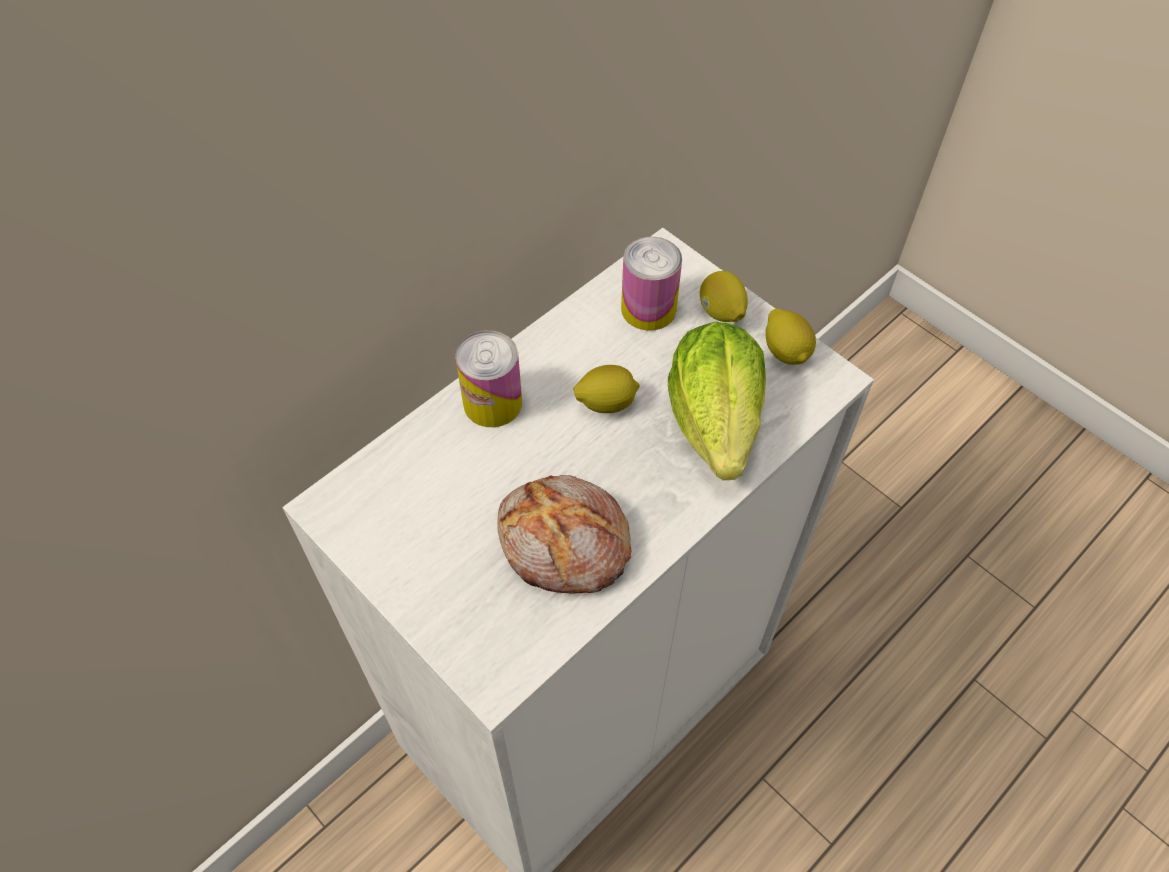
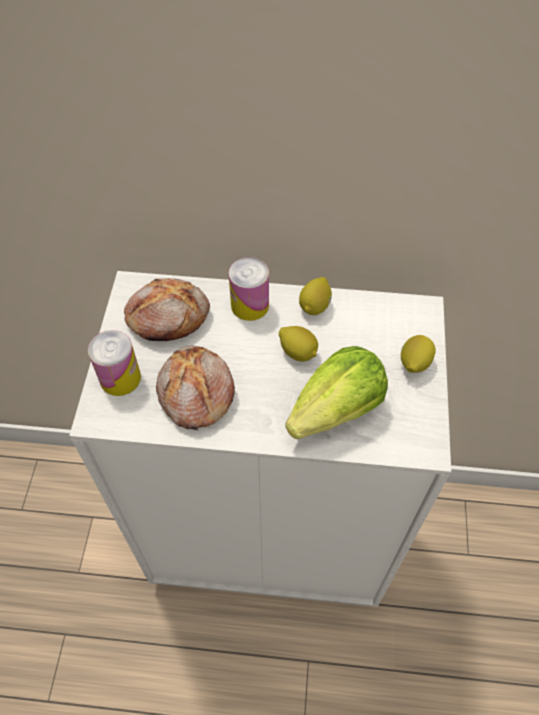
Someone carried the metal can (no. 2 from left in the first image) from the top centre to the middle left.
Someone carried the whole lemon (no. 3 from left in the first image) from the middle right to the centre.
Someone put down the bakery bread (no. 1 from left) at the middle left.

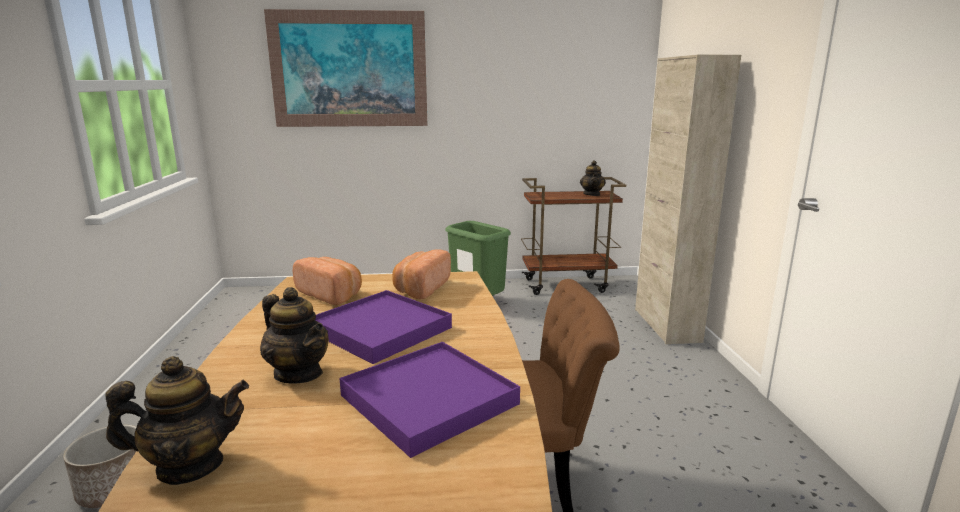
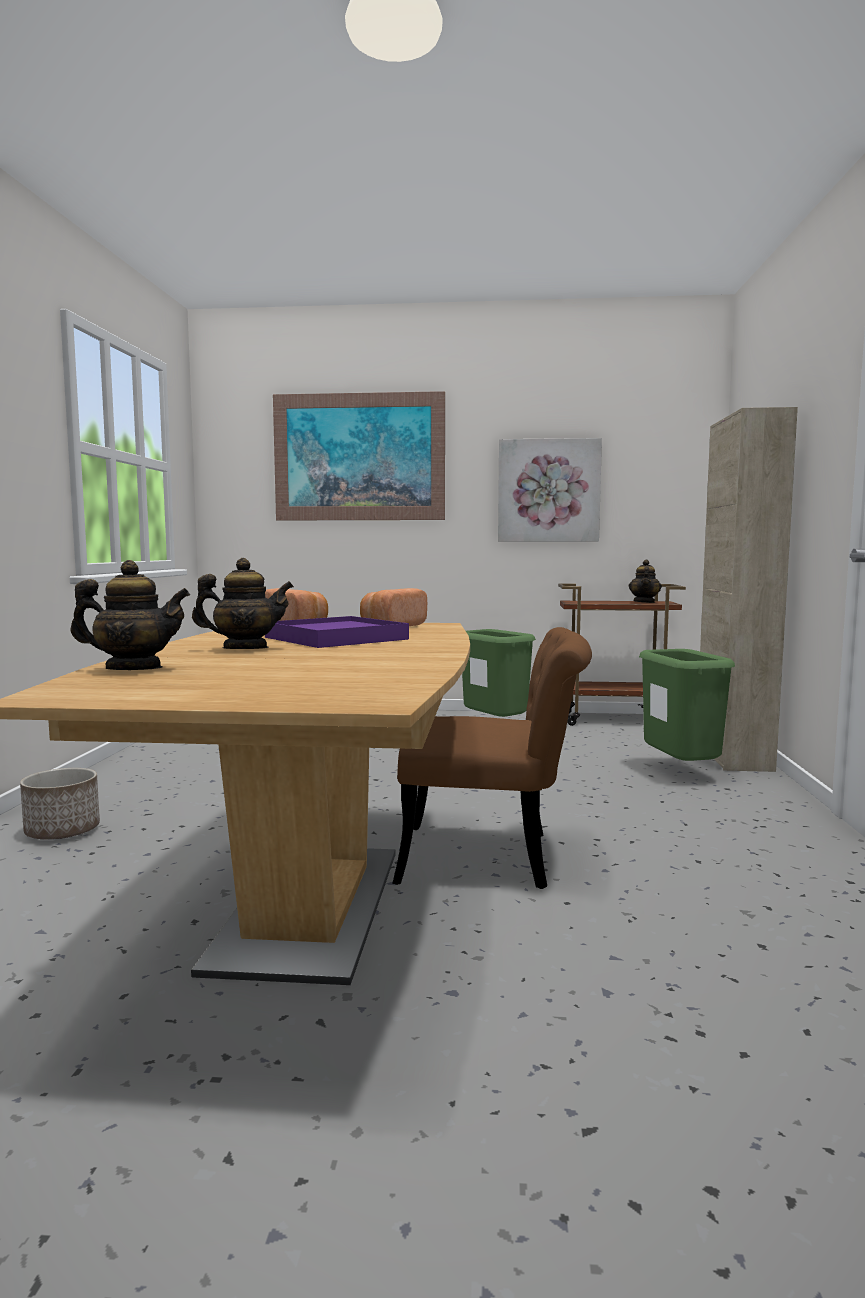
Someone rotated the tea pot (no. 2 from left) at the middle left by 60 degrees counterclockwise.
Someone took away the purple-coloured tray (no. 2 from left) at the bottom centre.
Someone put up the wall art (no. 2 from left) at the centre.
Someone put down the greenish rubbish bin (no. 2 from left) at the middle right.

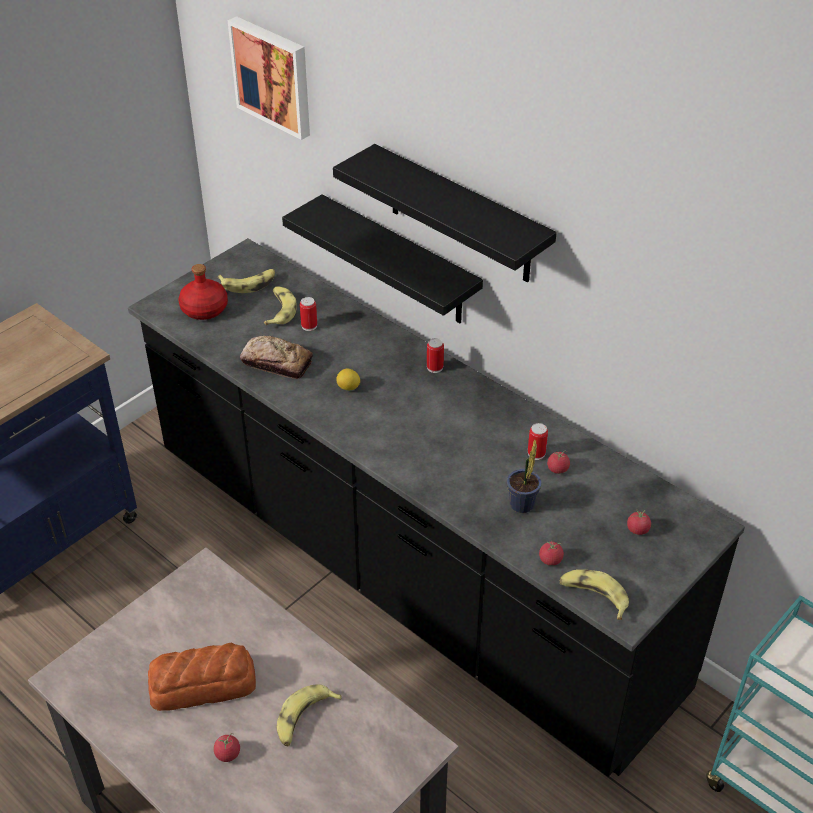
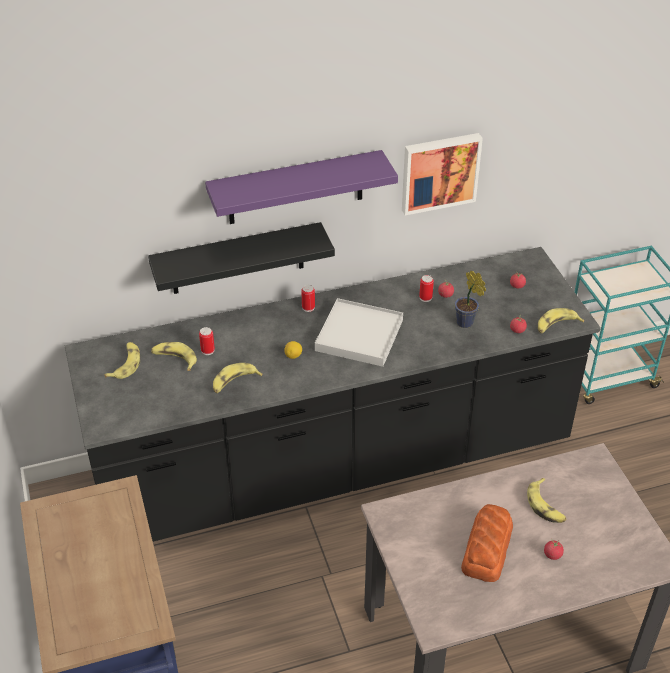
Someone took away the reddish drink bottle at the middle left.
Someone carried the wall art from the top left to the top centre.
Someone swapped the bakery bread (no. 2 from left) at the centre for the whole banana (no. 3 from left) at the centre.
Someone repainted the blackish wall shelf (no. 2 from left) at the top centre, which became the purple-coloured wall shelf at the top centre.
Someone put down the white tray at the centre.

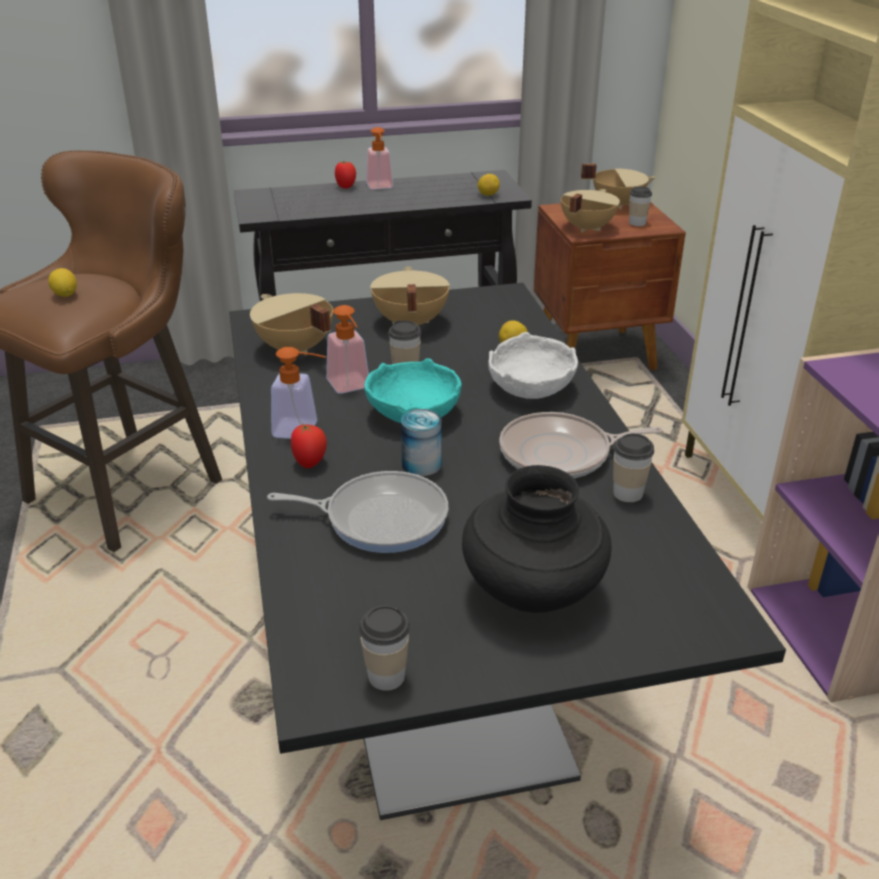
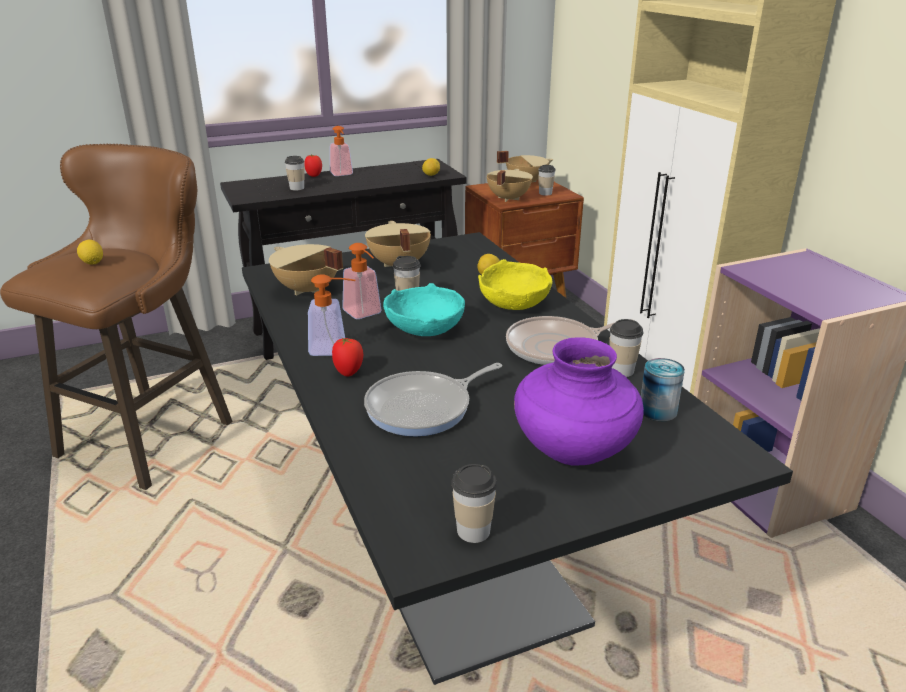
Someone rotated the pan (no. 1 from left) at the centre by 150 degrees clockwise.
Someone carried the metal can from the centre to the middle right.
Someone repainted the blackish flower vase at the centre, which became the purple-coloured flower vase at the centre.
Someone repainted the white serving bowl at the centre, which became the yellowish serving bowl at the centre.
Someone put down the cup (no. 1 from left) at the top left.

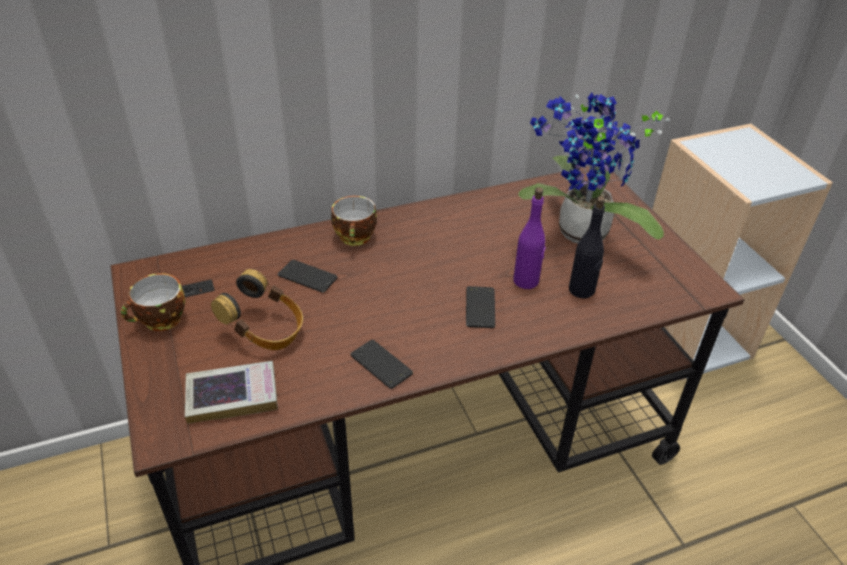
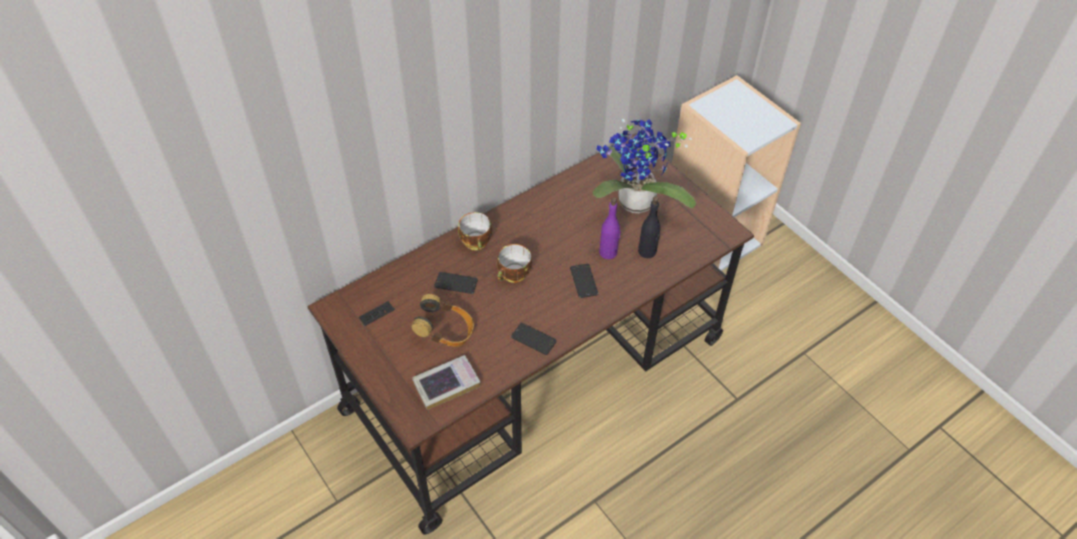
Someone carried the cup (no. 1 from left in the first image) from the middle left to the centre.

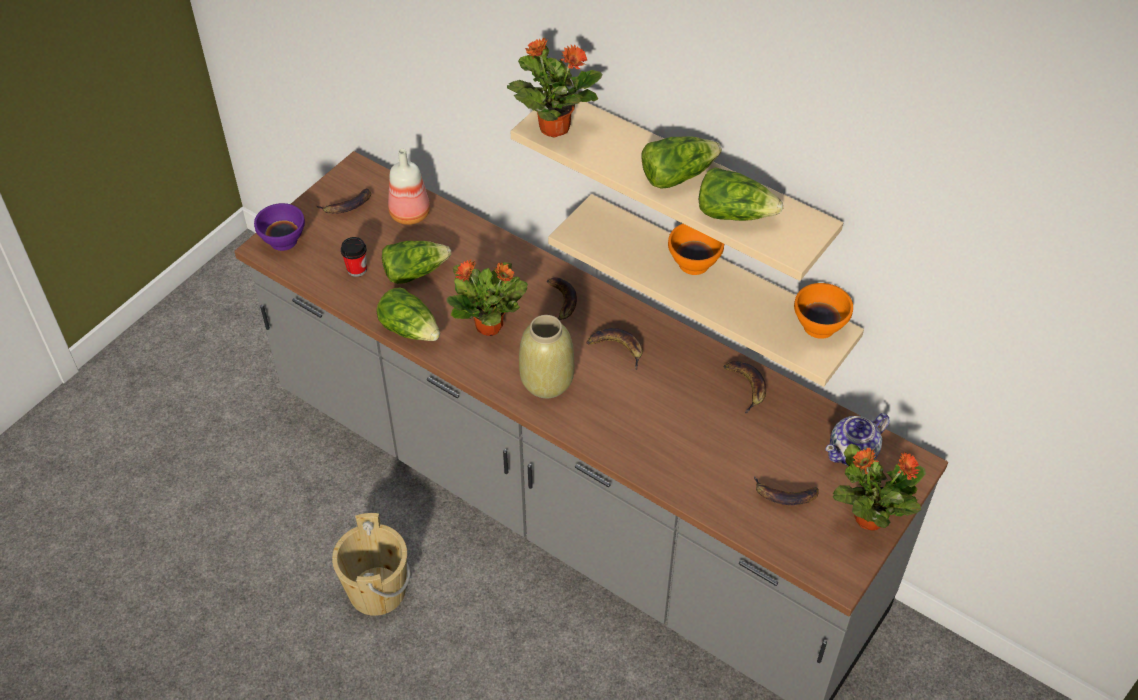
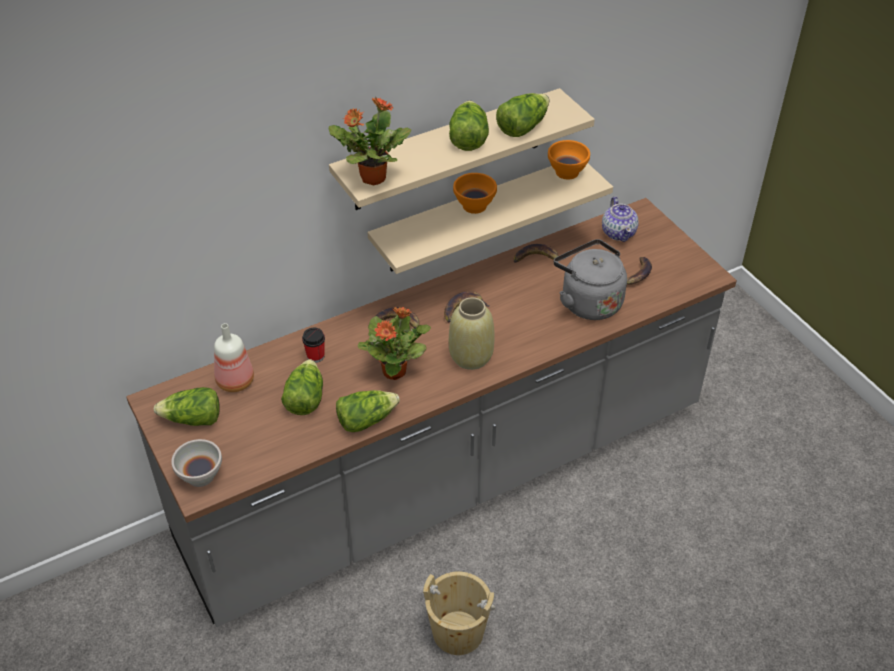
Someone repainted the purple-coloured serving bowl at the top left, which became the white serving bowl at the bottom left.
Someone swapped the whole banana (no. 1 from left) at the top left for the lettuce head (no. 1 from left) at the middle left.
Someone carried the cup from the middle left to the centre.
Someone took away the houseplant (no. 3 from left) at the bottom right.
Someone put down the grey water kettle at the centre.

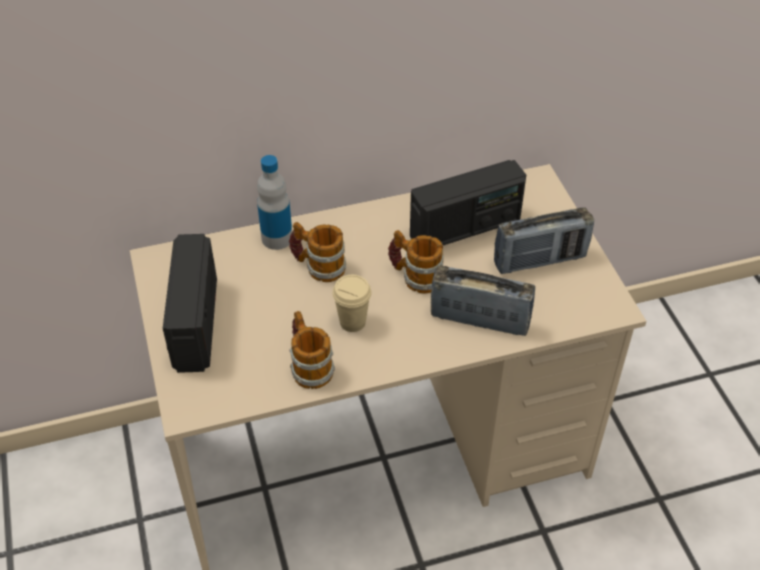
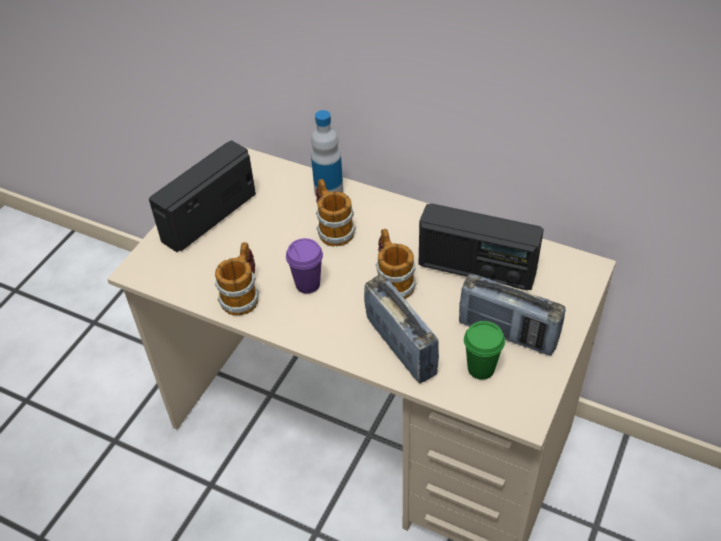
Someone repainted the beige-coloured cup at the centre, which became the purple-coloured cup at the centre.
Someone put down the greenish cup at the middle right.

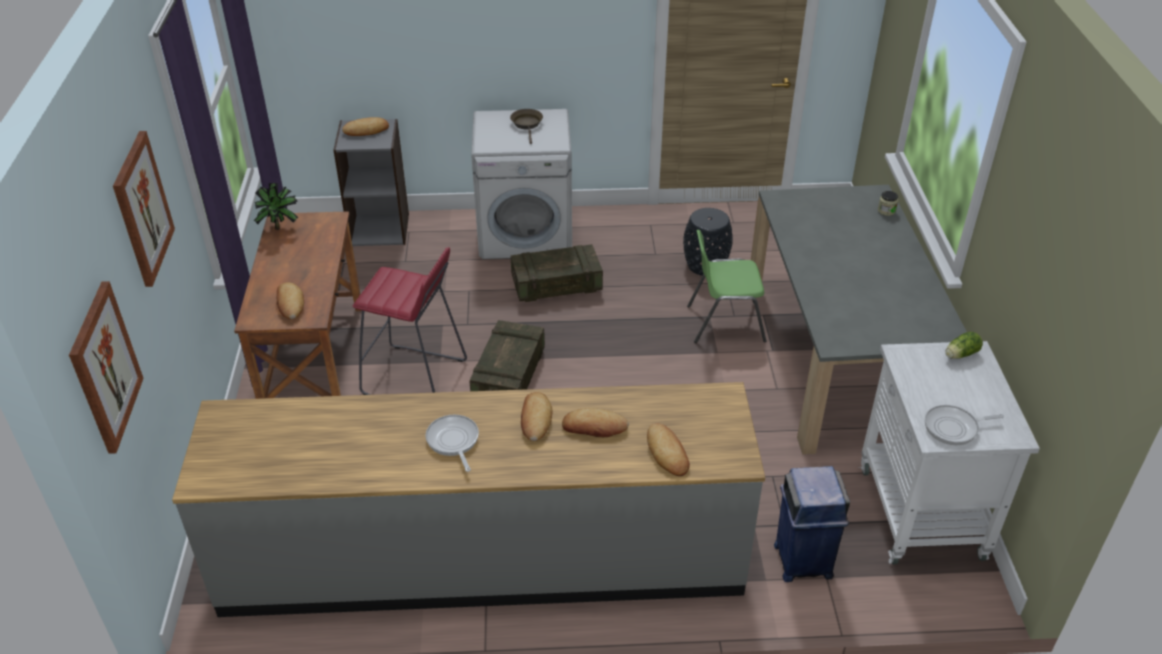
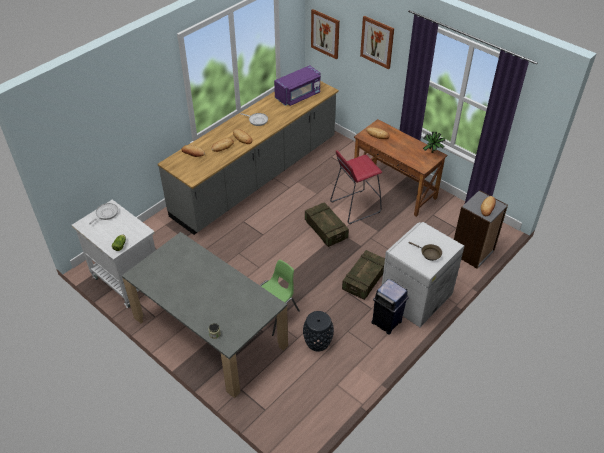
Someone carried the blue-coloured rubbish bin from the bottom right to the bottom centre.
Someone put down the purple-coloured microwave oven at the top centre.

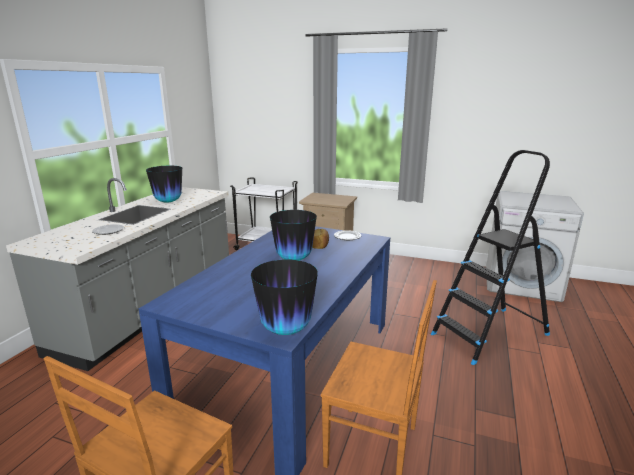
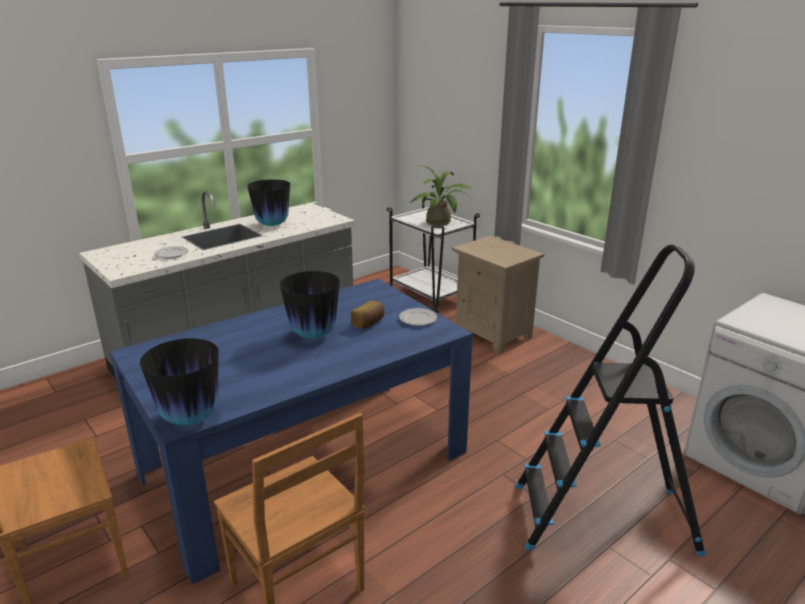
Someone put down the houseplant at the top centre.

